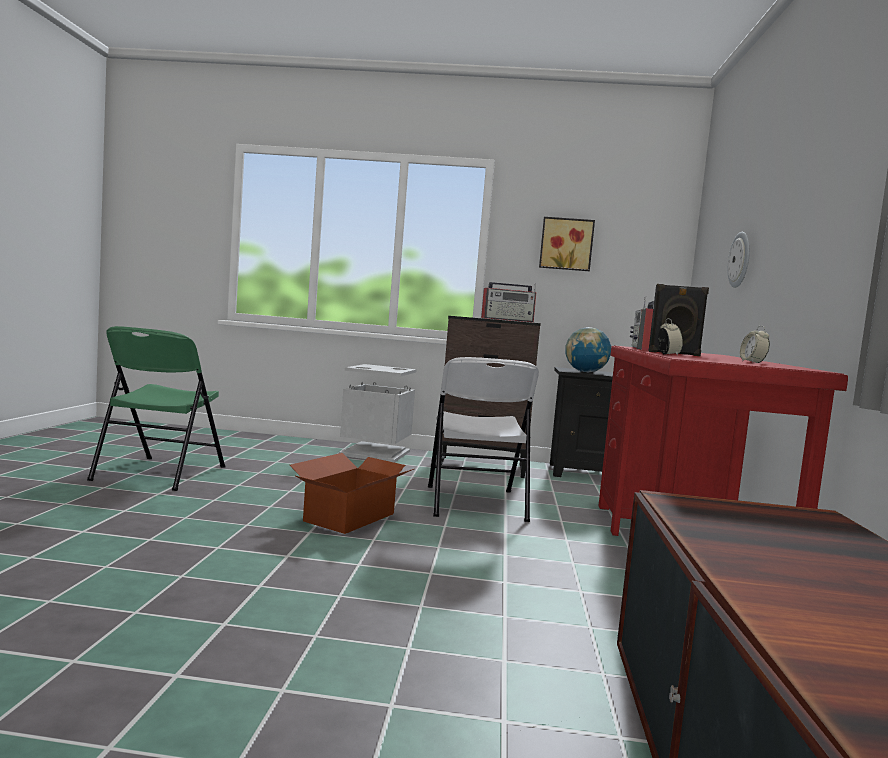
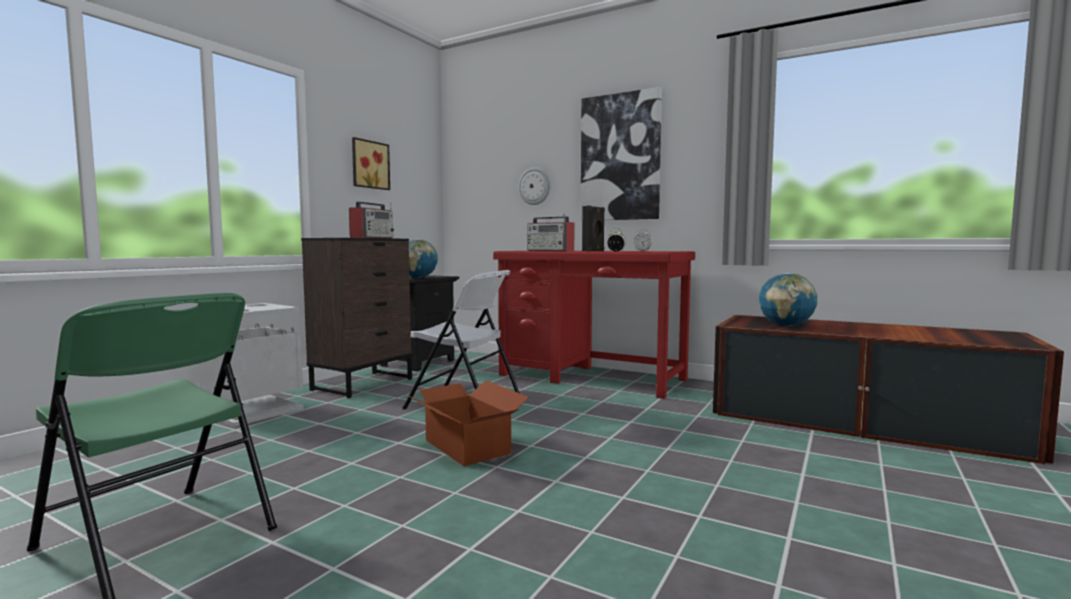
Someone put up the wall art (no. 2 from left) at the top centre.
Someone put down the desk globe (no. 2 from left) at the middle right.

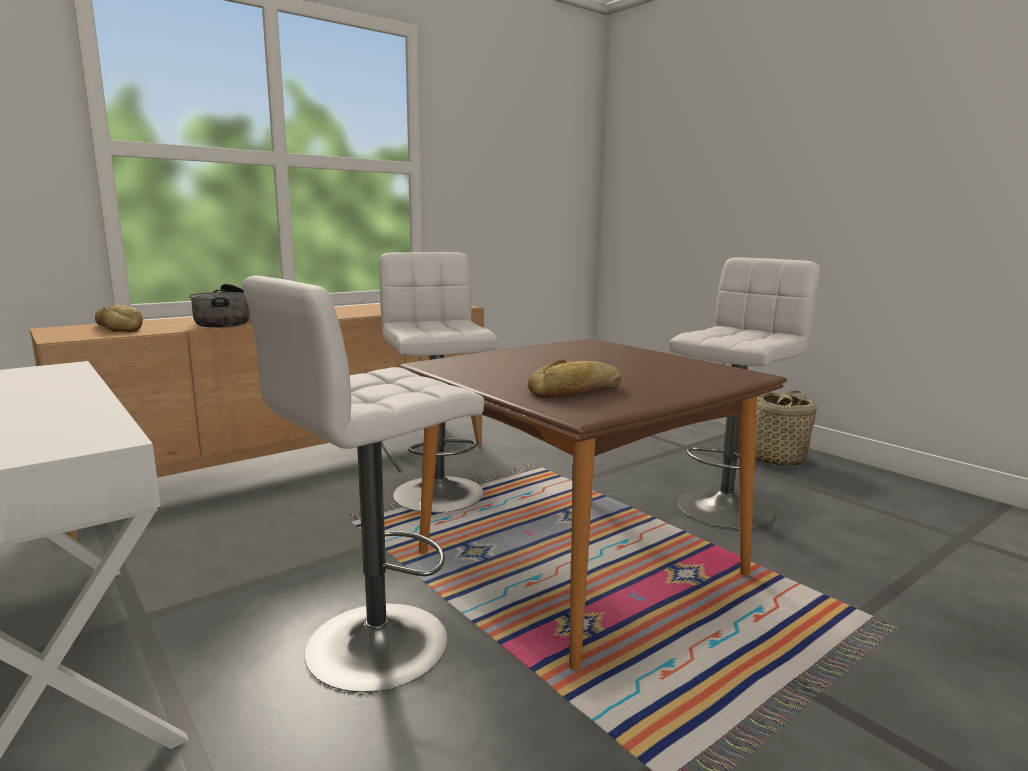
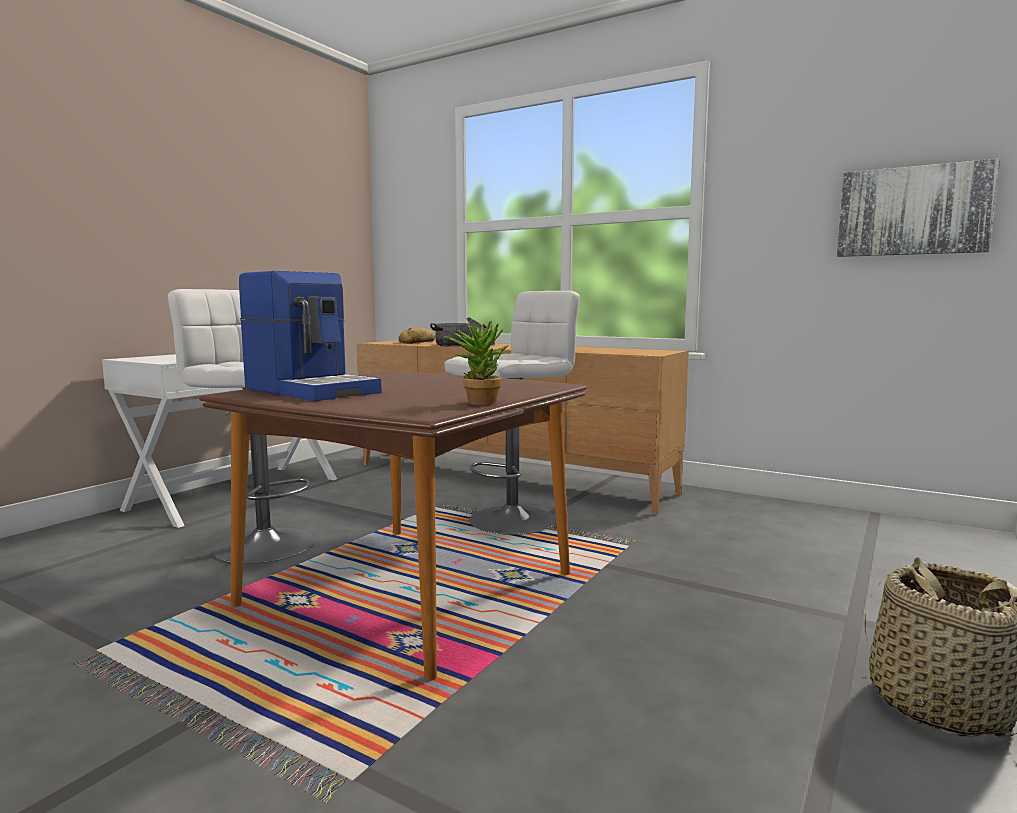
Someone swapped the bakery bread (no. 2 from left) at the centre for the coffee machine at the middle left.
Someone took away the white stool (no. 3 from left) at the middle right.
Someone put down the houseplant at the centre.
Someone put up the wall art at the top right.

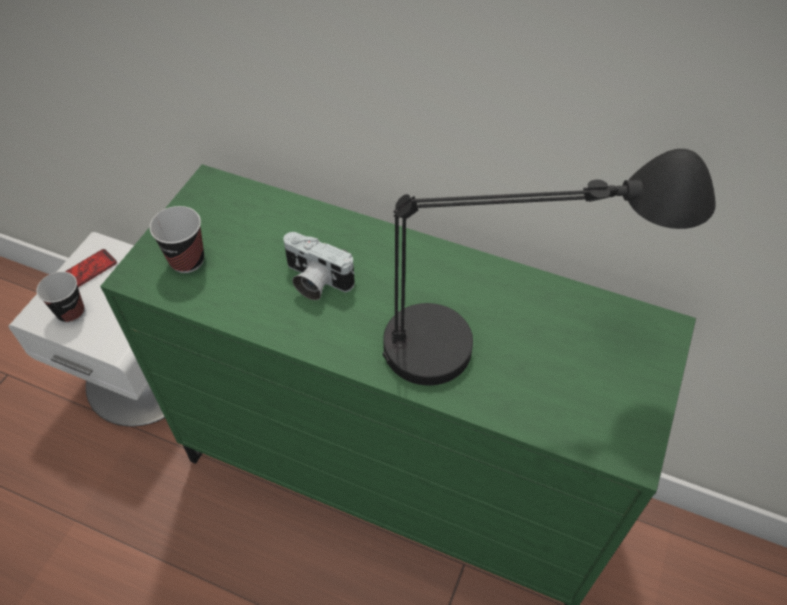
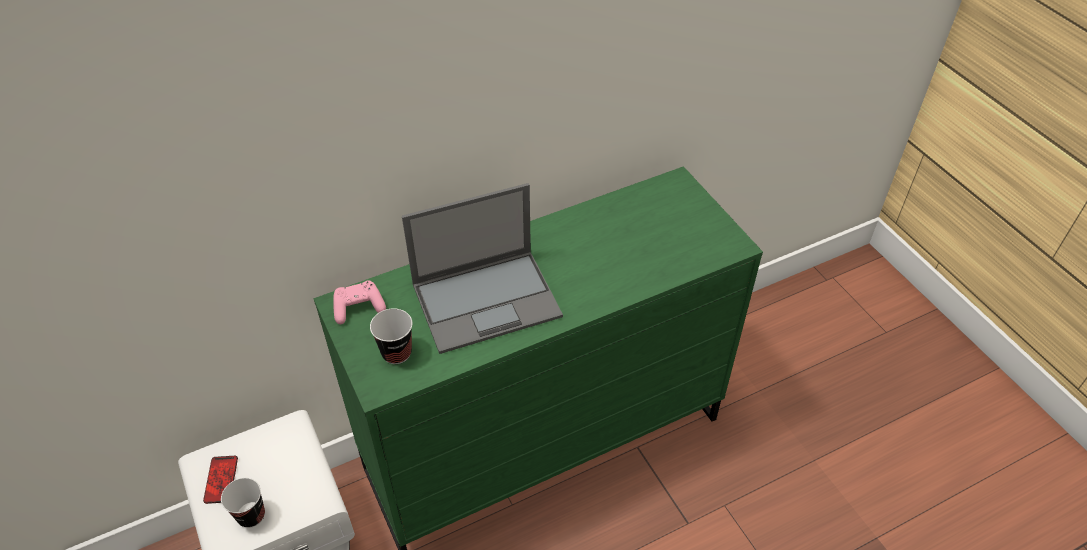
Someone swapped the photo camera at the centre for the portable computer at the centre.
Someone took away the blackish table lamp at the middle right.
Someone put down the pink joypad at the middle left.

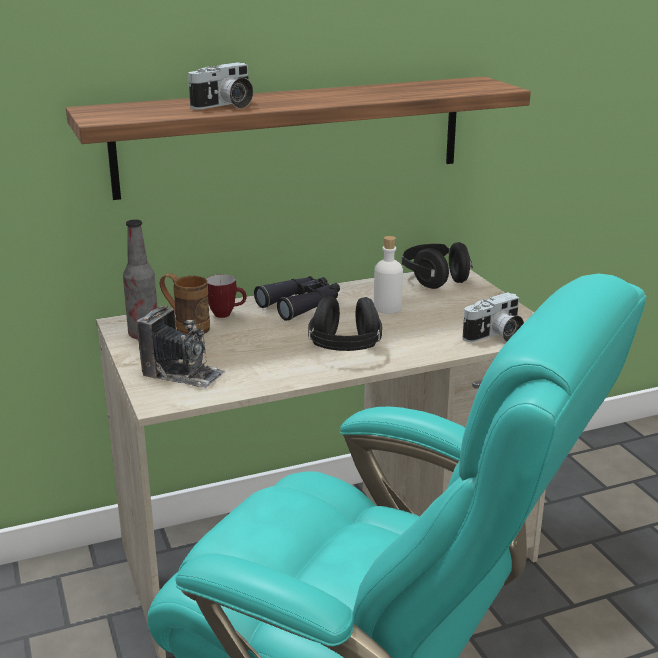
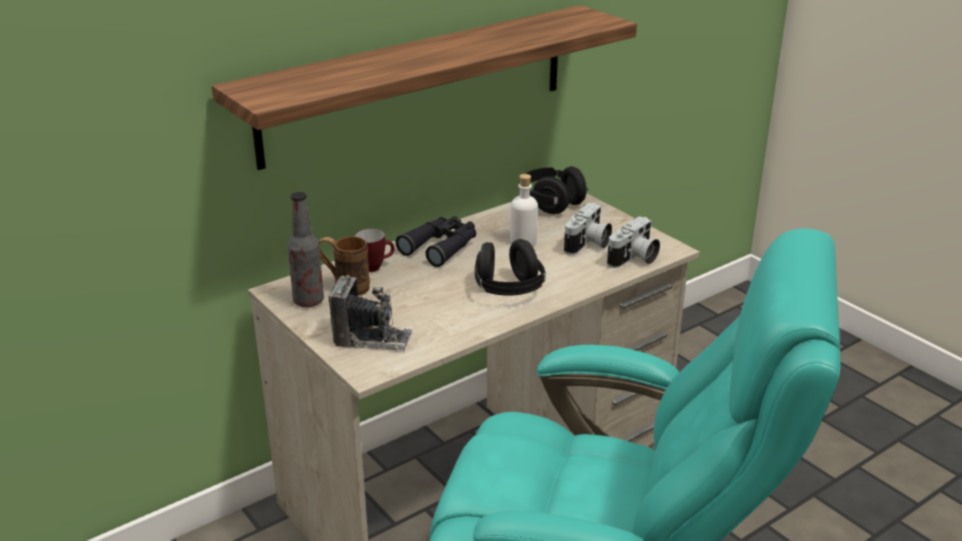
Someone carried the photo camera (no. 2 from left) from the top centre to the centre.

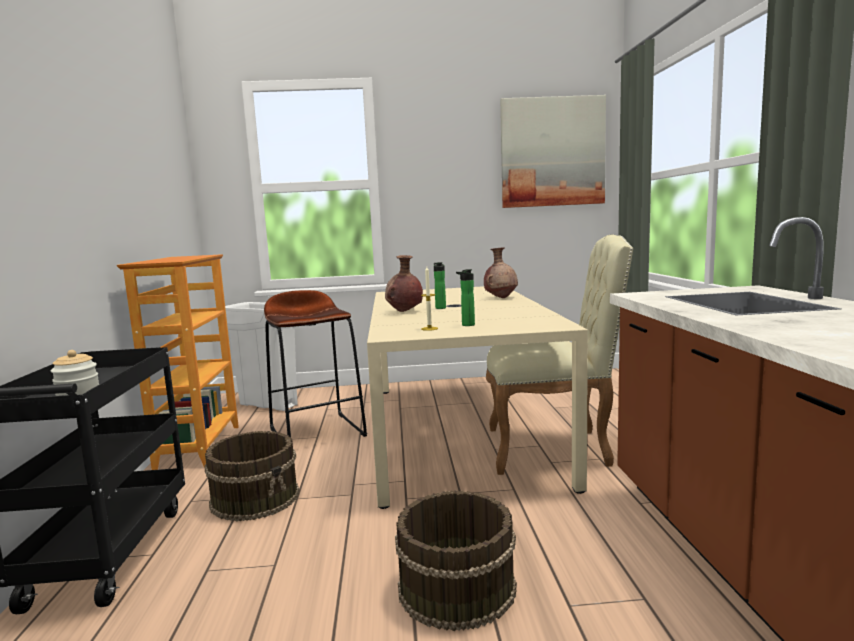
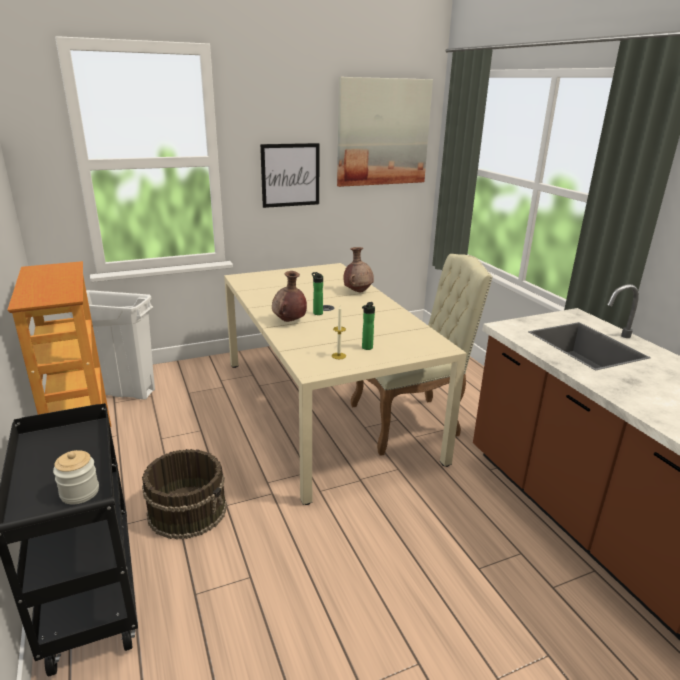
Someone took away the brownish stool at the centre.
Someone took away the brownish water bucket (no. 2 from left) at the bottom centre.
Someone put up the wall art (no. 1 from left) at the top centre.

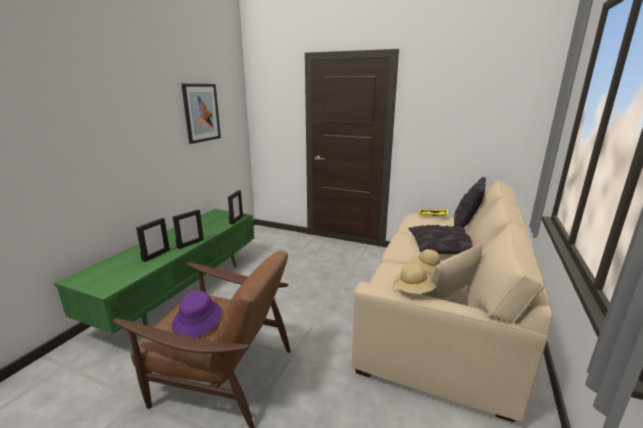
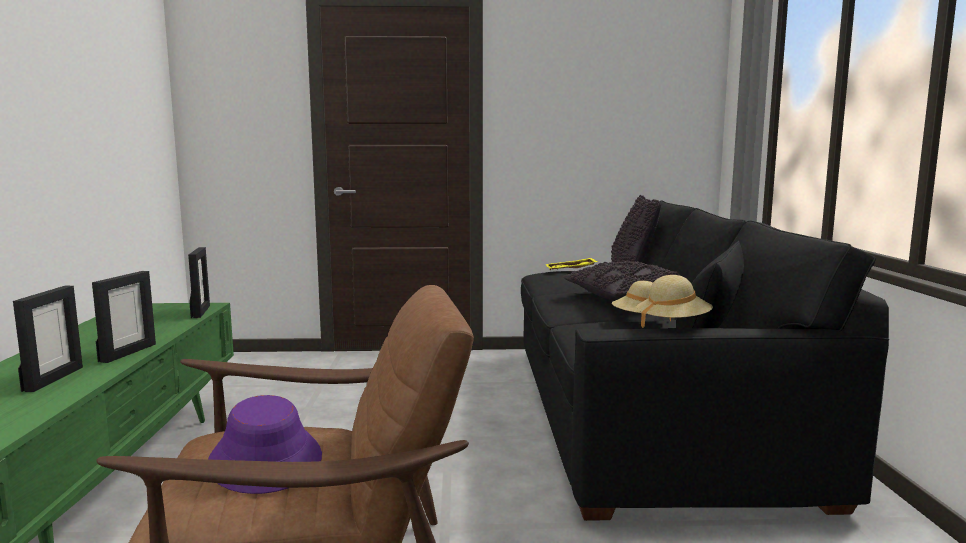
Someone took away the wall art at the top left.
Someone repainted the beige-coloured couch at the bottom right, which became the blackish couch at the middle right.

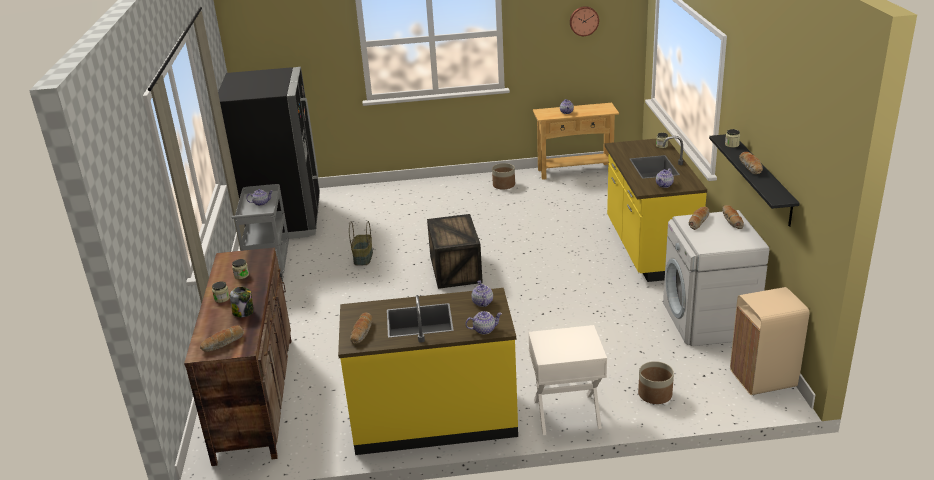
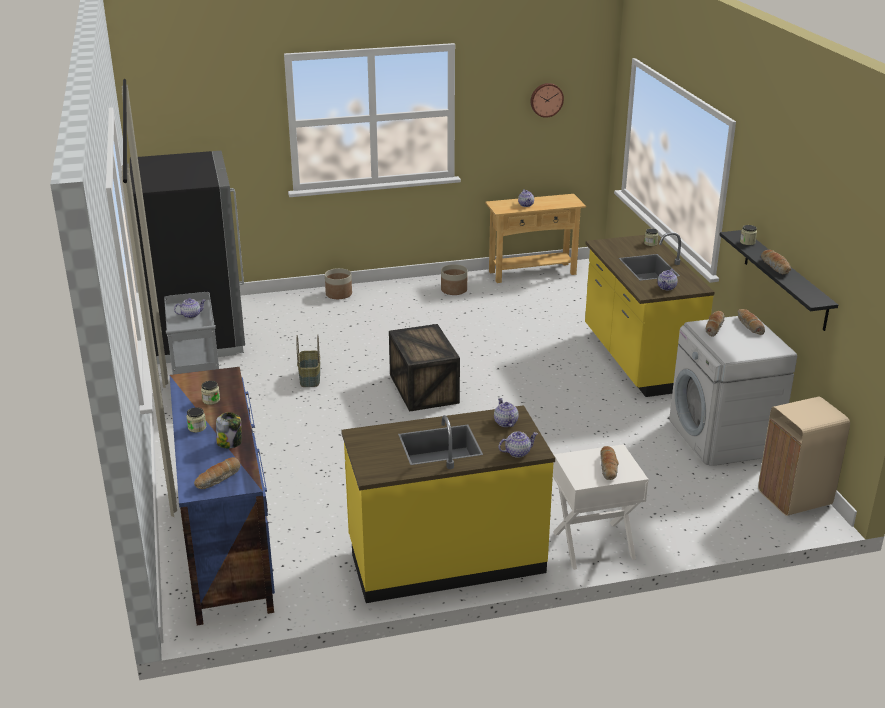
Someone repainted the brownish cupboard at the bottom left, which became the blue-coloured cupboard at the bottom left.
Someone carried the bakery bread (no. 2 from left) from the bottom centre to the middle right.
Someone carried the plant pot (no. 2 from left in the first image) from the bottom right to the centre.

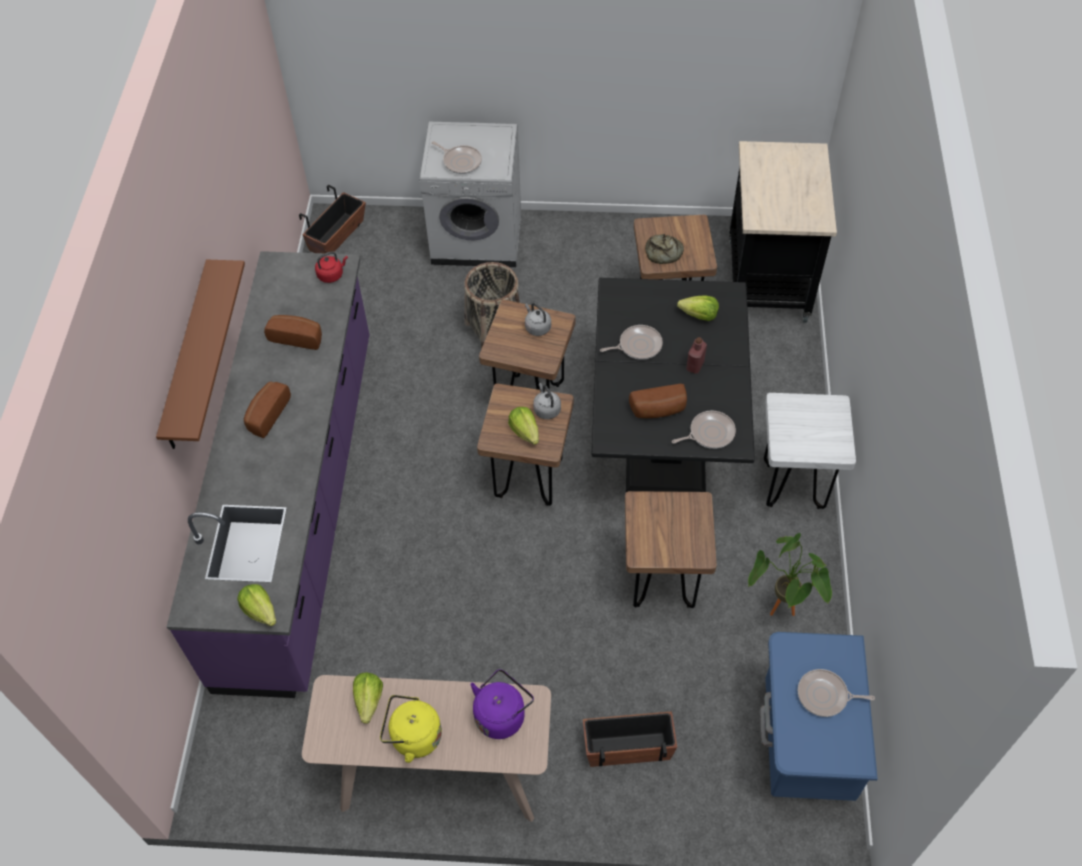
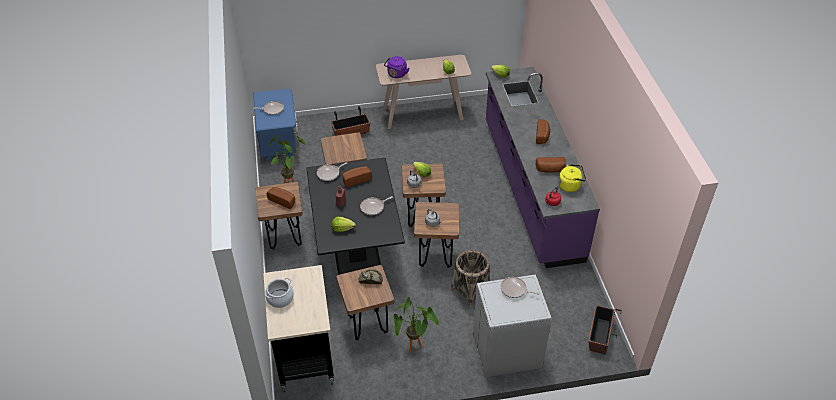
Someone took away the brownish wall shelf at the middle left.
Someone carried the yellowish water kettle from the bottom centre to the middle right.
Someone repainted the white stool at the middle right, which became the brownish stool (no. 1 from left) at the centre.
Someone put down the saucepot at the bottom centre.
Someone put down the bakery bread (no. 1 from left) at the centre.
Someone put down the houseplant (no. 2 from left) at the bottom centre.

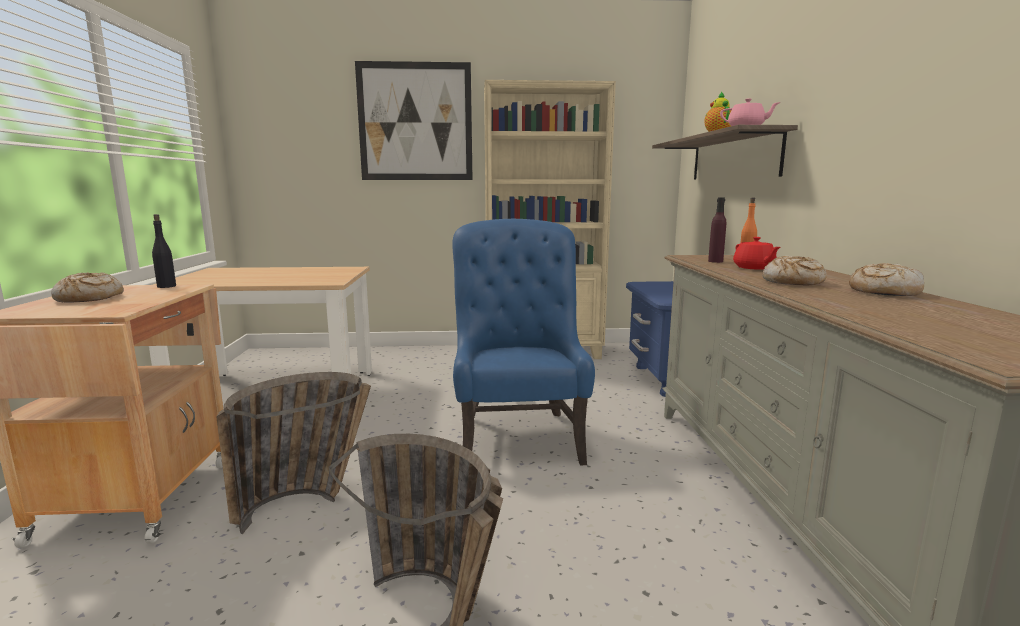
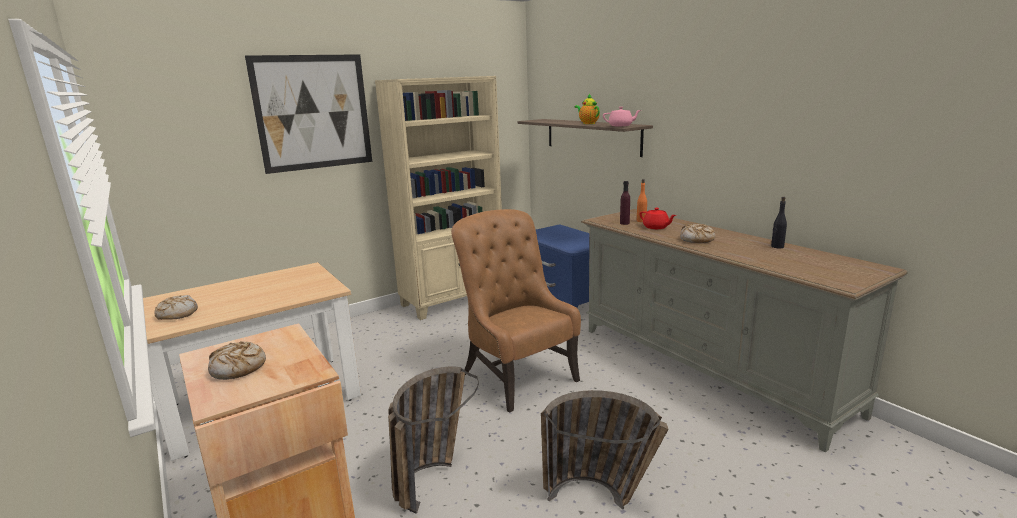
Someone carried the blackish drink bottle from the middle left to the middle right.
Someone repainted the blue-coloured plain chair at the centre, which became the brownish plain chair at the centre.
Someone carried the bakery bread (no. 3 from left in the first image) from the middle right to the middle left.

